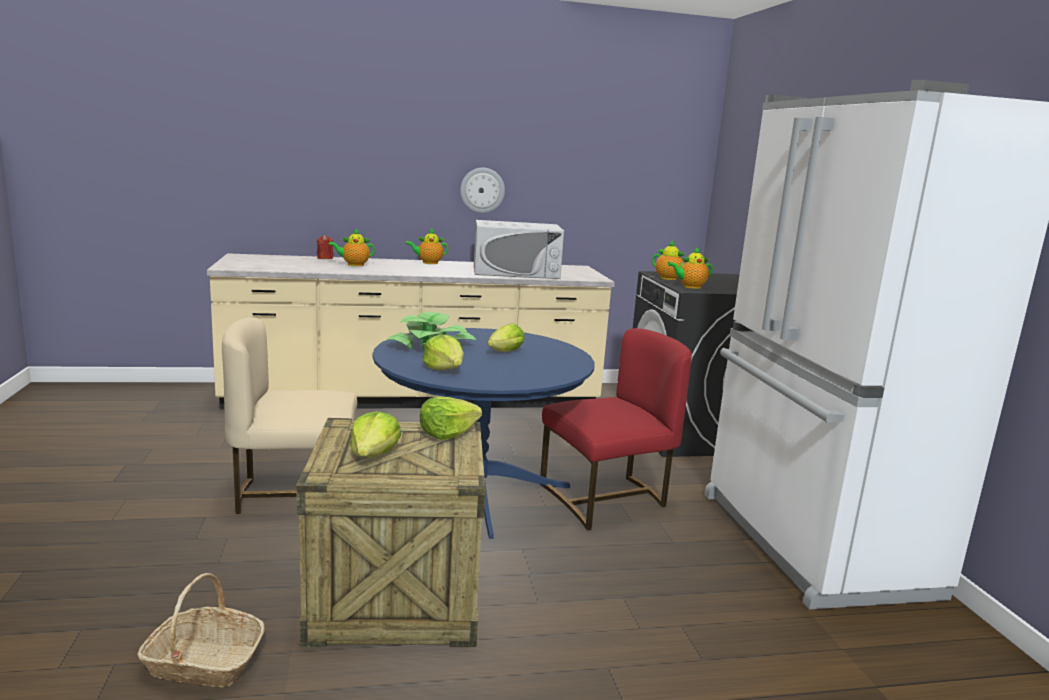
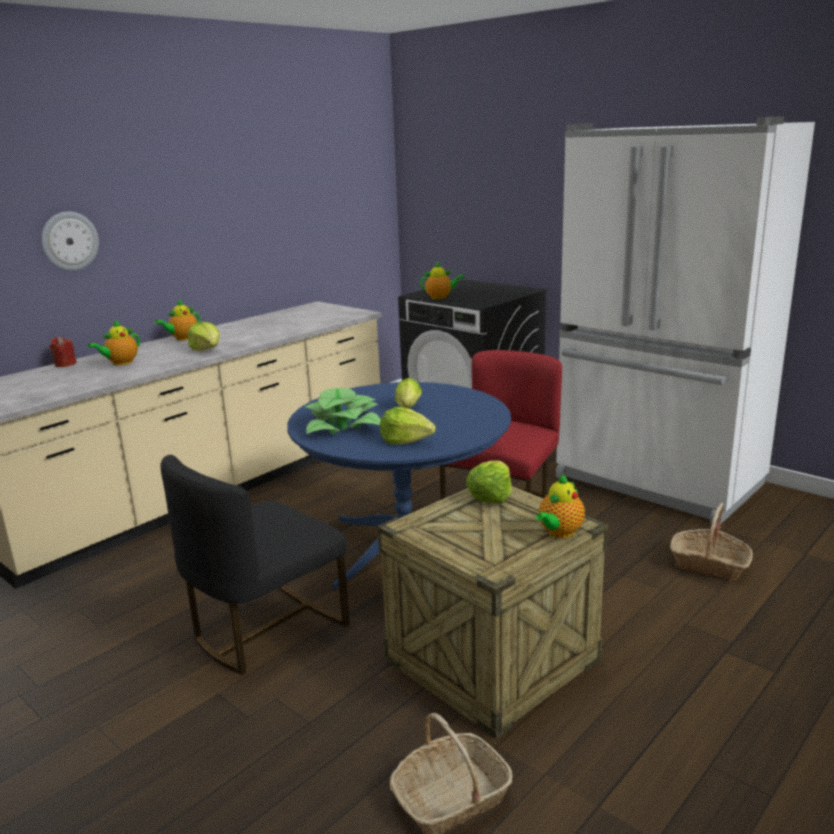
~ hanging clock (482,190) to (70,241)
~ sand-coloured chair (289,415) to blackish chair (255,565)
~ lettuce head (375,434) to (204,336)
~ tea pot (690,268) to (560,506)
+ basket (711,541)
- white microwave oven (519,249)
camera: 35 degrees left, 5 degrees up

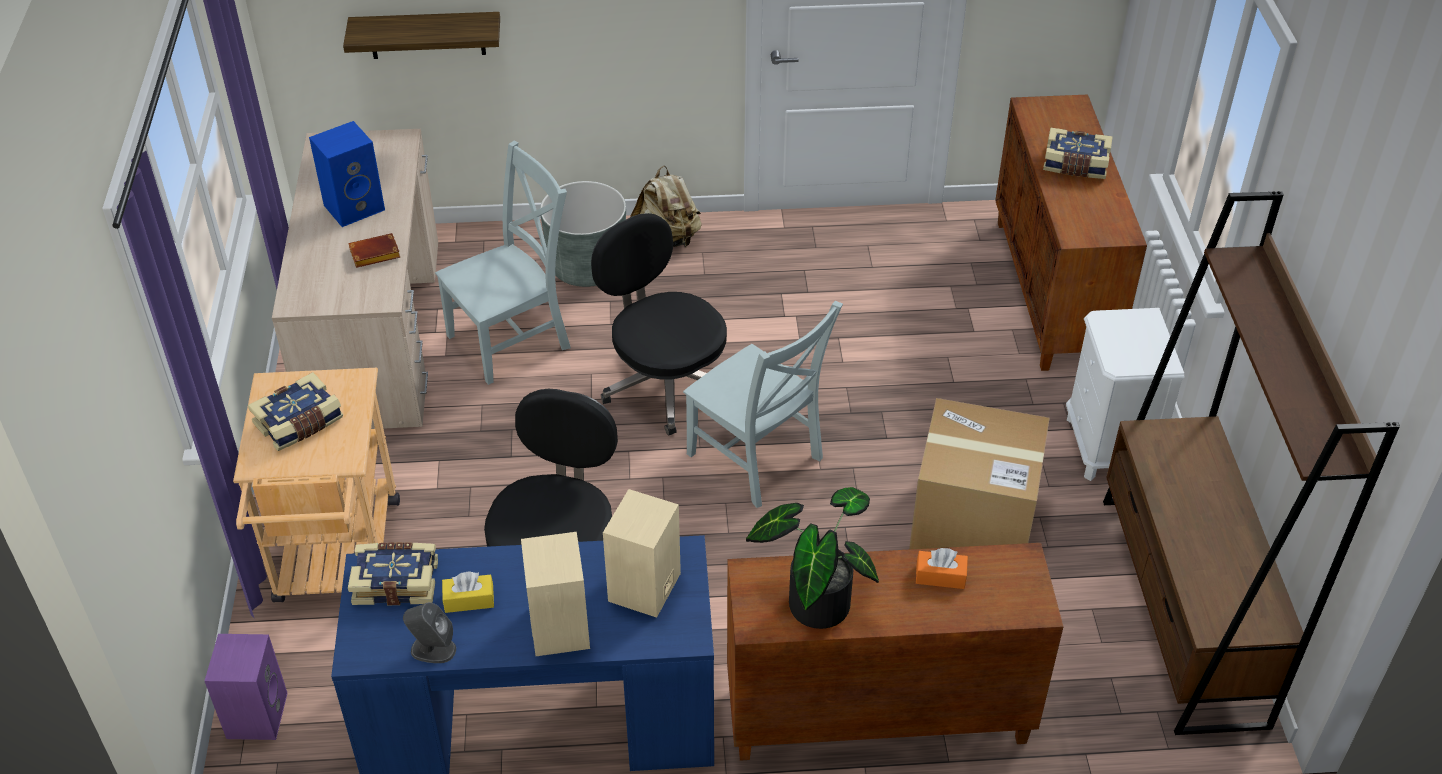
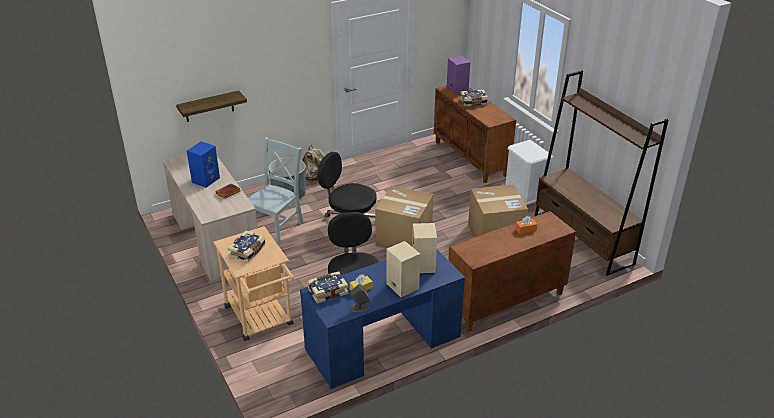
~ gray chair (763,404) to packing box (404,217)
~ purple speaker (246,687) to (458,75)
- plant in a pot (812,558)
camera: 25 degrees left, 10 degrees down

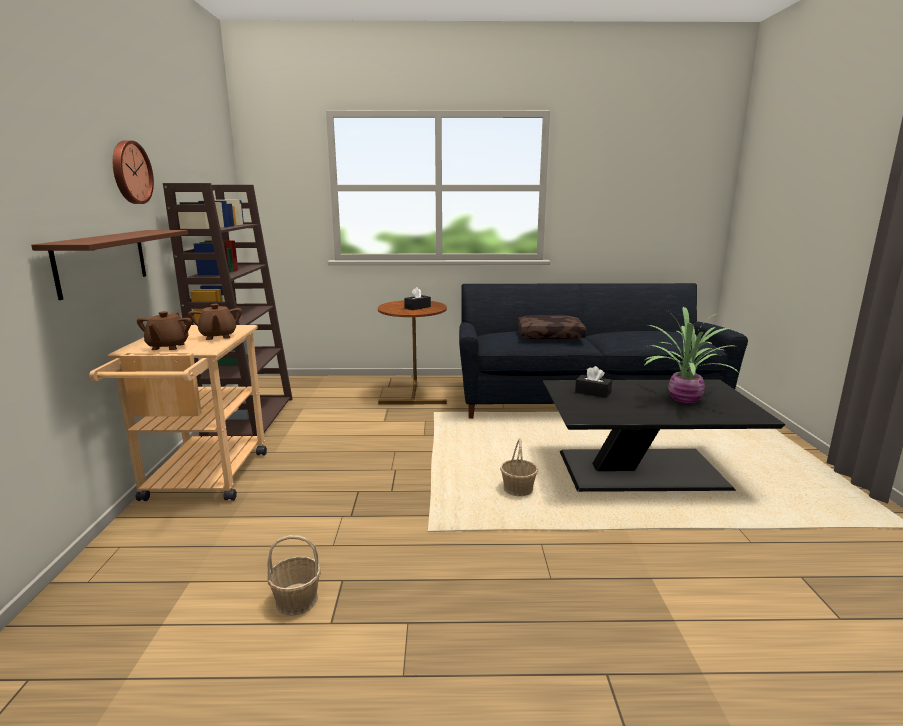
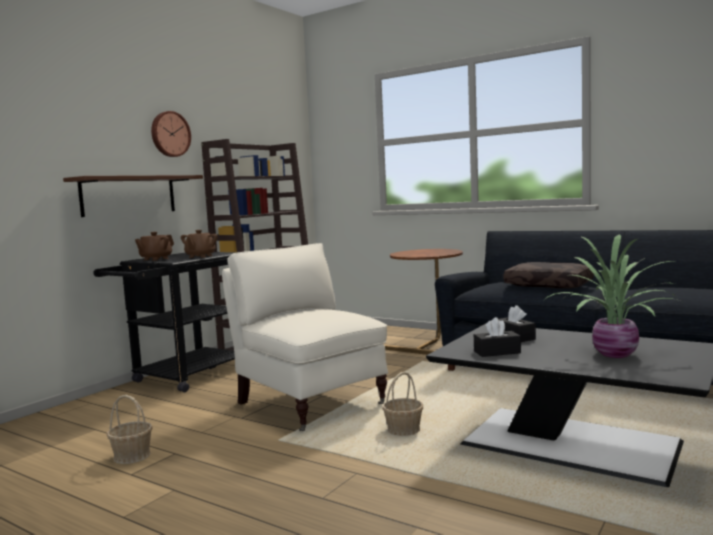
~ sand-coloured cart (178,413) to blackish cart (165,322)
+ sand-coloured easy chair (305,337)
~ blackish tissue box (417,298) to (497,337)
camera: 35 degrees right, 10 degrees down

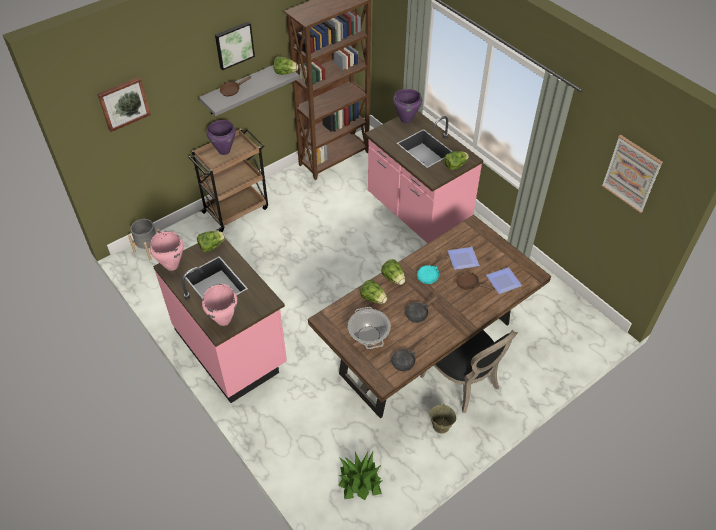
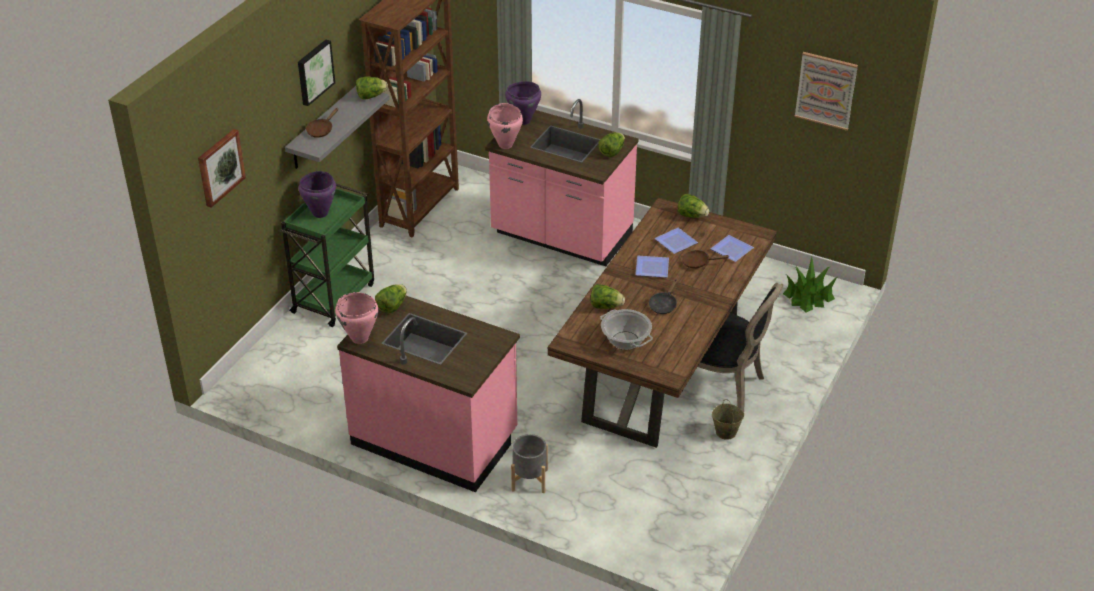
~ brown-coloured cart (228,180) to green cart (327,255)
~ pink-coloured stockpot (220,305) to (505,126)
~ gray flower pot (144,239) to (529,463)
~ blue-green skillet (432,270) to flat dish (652,267)
~ lettuce head (393,272) to (693,205)
~ plant in a pot (360,476) to (810,285)
- blackish skillet (409,356)
camera: 25 degrees left, 10 degrees down

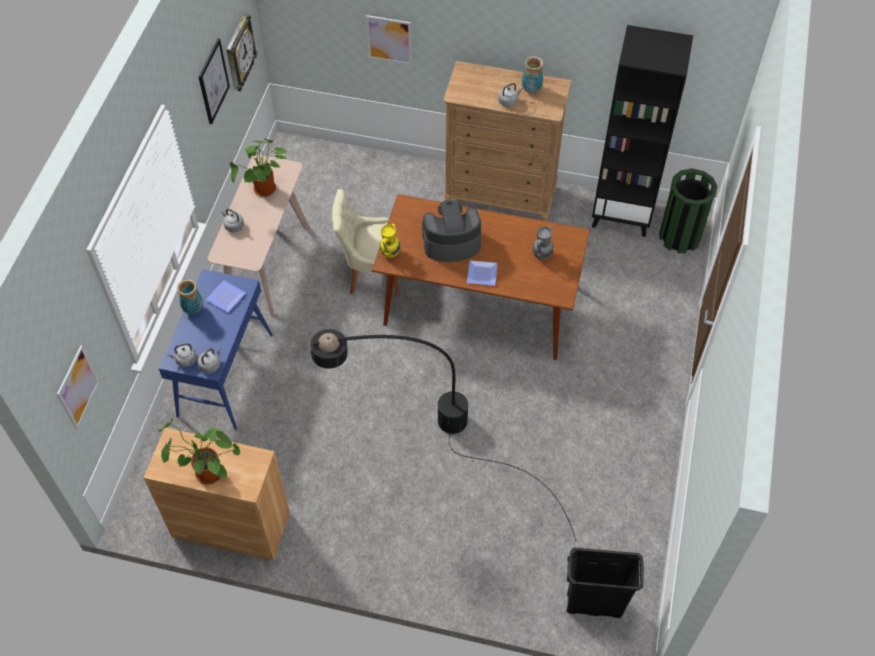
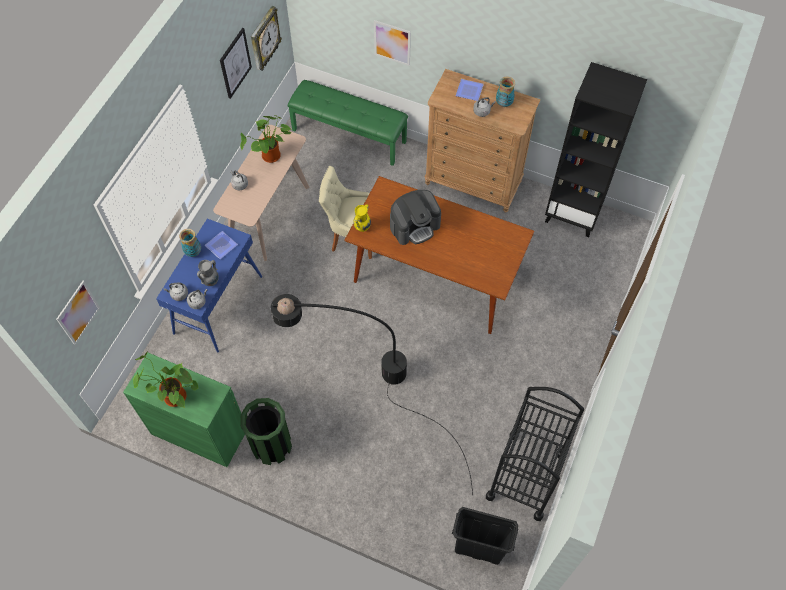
~ brown-coloured storage cabinet (217,494) to green storage cabinet (184,410)
~ gray vase (543,243) to (208,273)
~ green rubbish bin (688,211) to (266,431)
+ green indoor bench (348,123)
~ coffee machine (451,231) = (415,217) 150 degrees clockwise
~ flat dish (482,273) to (470,90)
+ blackish cart (535,454)
camera: 10 degrees right, 5 degrees up

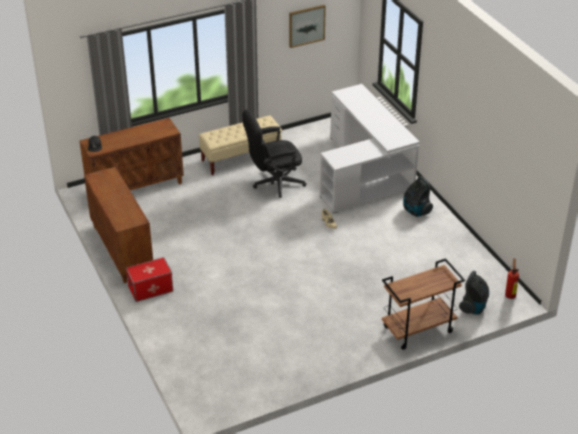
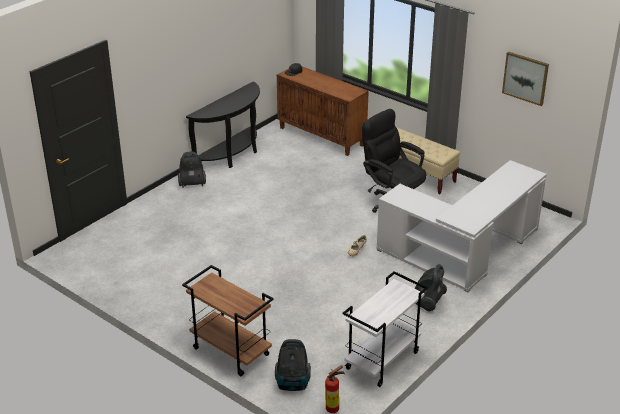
~ storage bin (149,279) to vacuum cleaner (192,169)
~ brown-coloured storage cabinet (118,225) to blackish narrow table (223,125)
+ white cart (385,329)
camera: 65 degrees right, 5 degrees down

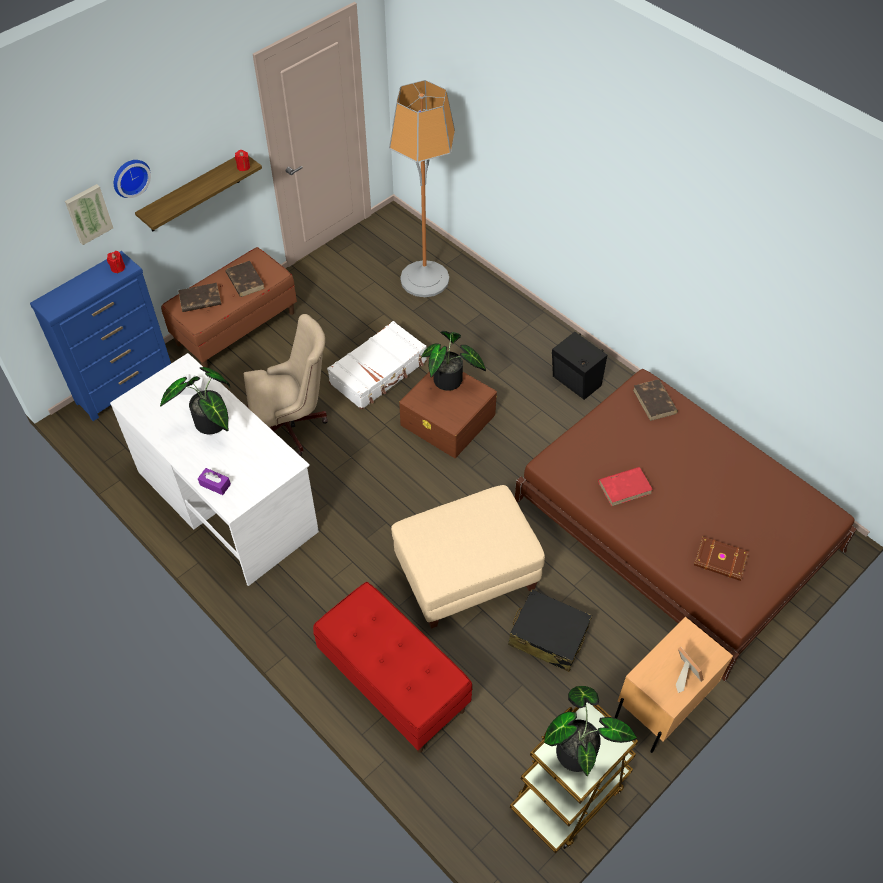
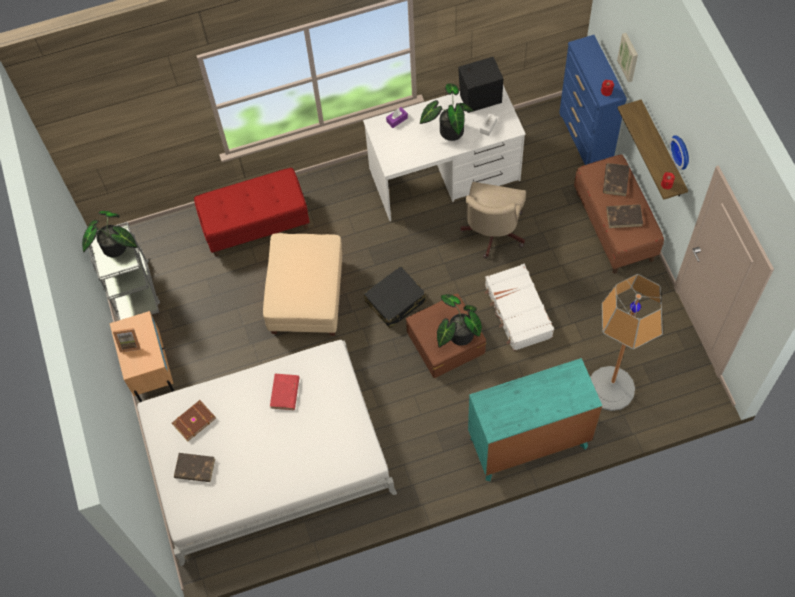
~ brown-coloured cart (574,778) to gray cart (124,271)
~ brown-coloured bedroom bed (685,525) to white bedroom bed (267,453)
~ brown-coloured book (655,400) to (194,467)
~ blackish travel case (550,630) to (395,297)
~ blackish speaker (579,366) to (480,85)
+ blue-green chest of drawers (535,419)
~ hanging clock (132,179) to (679,152)
camera: 120 degrees right, 10 degrees up

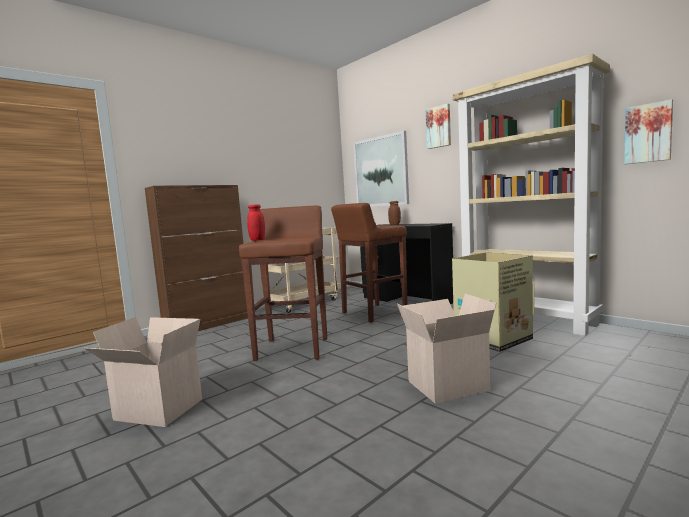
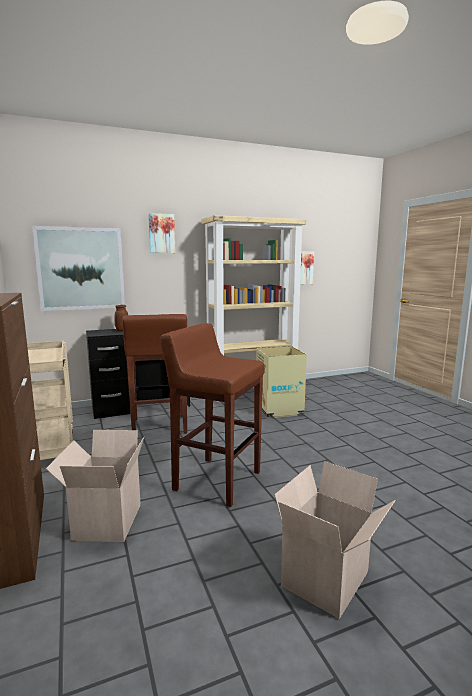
~ packing box (446,349) to (95,486)
- reddish jar (256,222)
camera: 70 degrees left, 5 degrees up

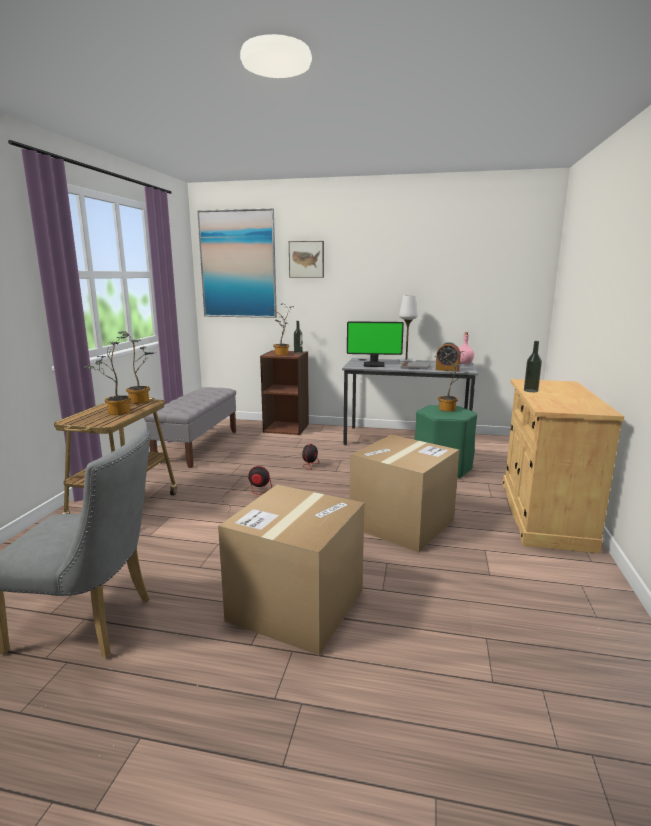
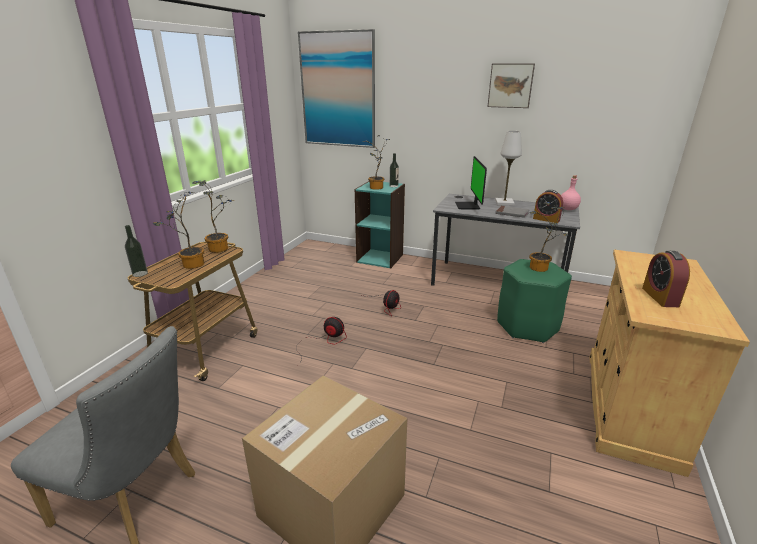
~ drink bottle (533,366) to (136,251)
~ brown-coloured bookcase (284,392) to blue-green bookcase (380,224)
~ computer screen (375,344) = (471,182) 75 degrees clockwise
~ picture (306,259) to (511,86)
+ table clock (666,279)
- gray indoor bench (190,427)
- packing box (404,494)
camera: 10 degrees right, 10 degrees up

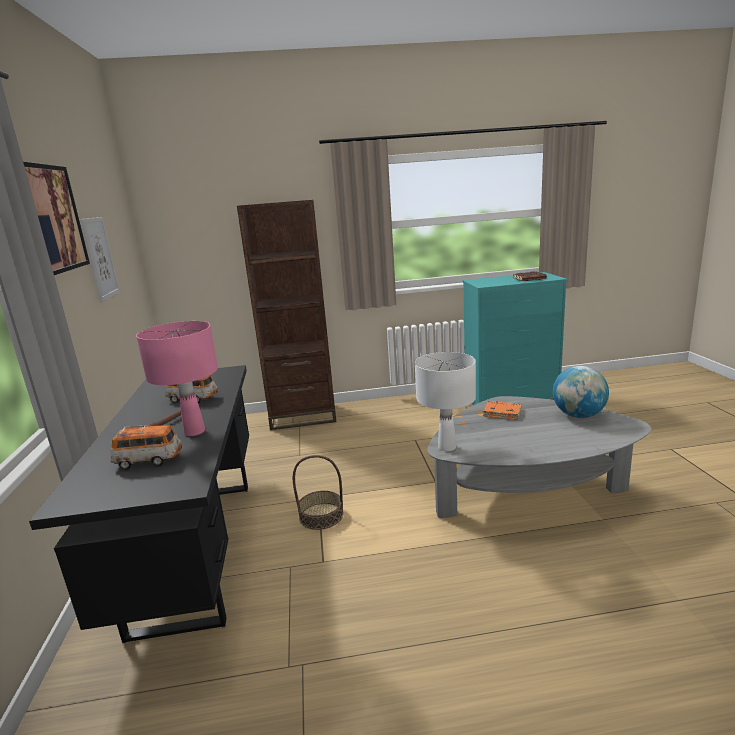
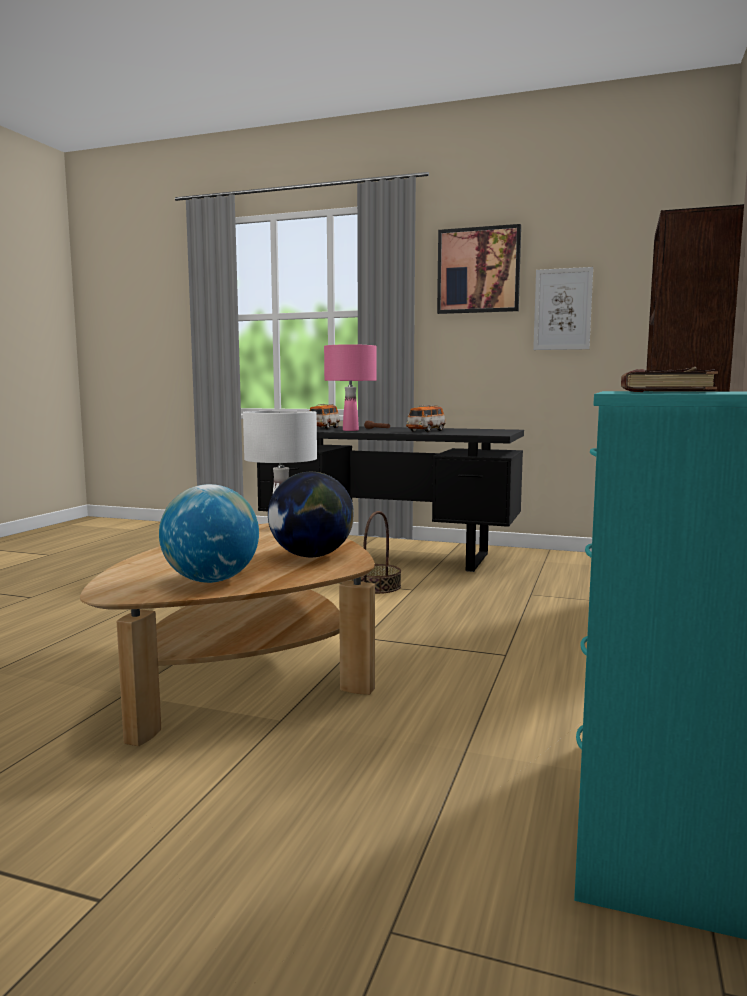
~ gray low table (539,457) to brown-coloured low table (227,634)
~ orange book (502,410) to globe (311,514)
camera: 115 degrees right, 10 degrees down

